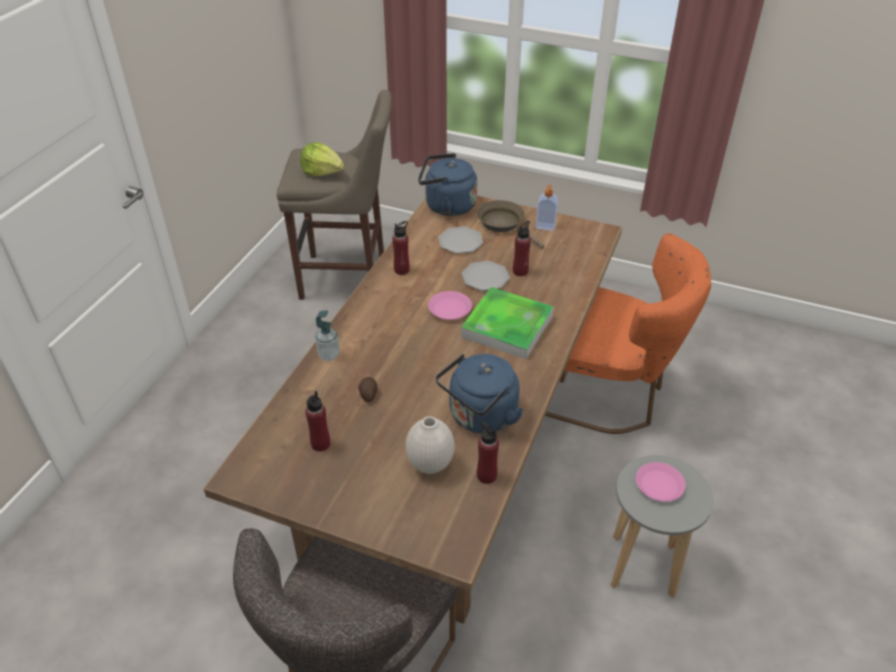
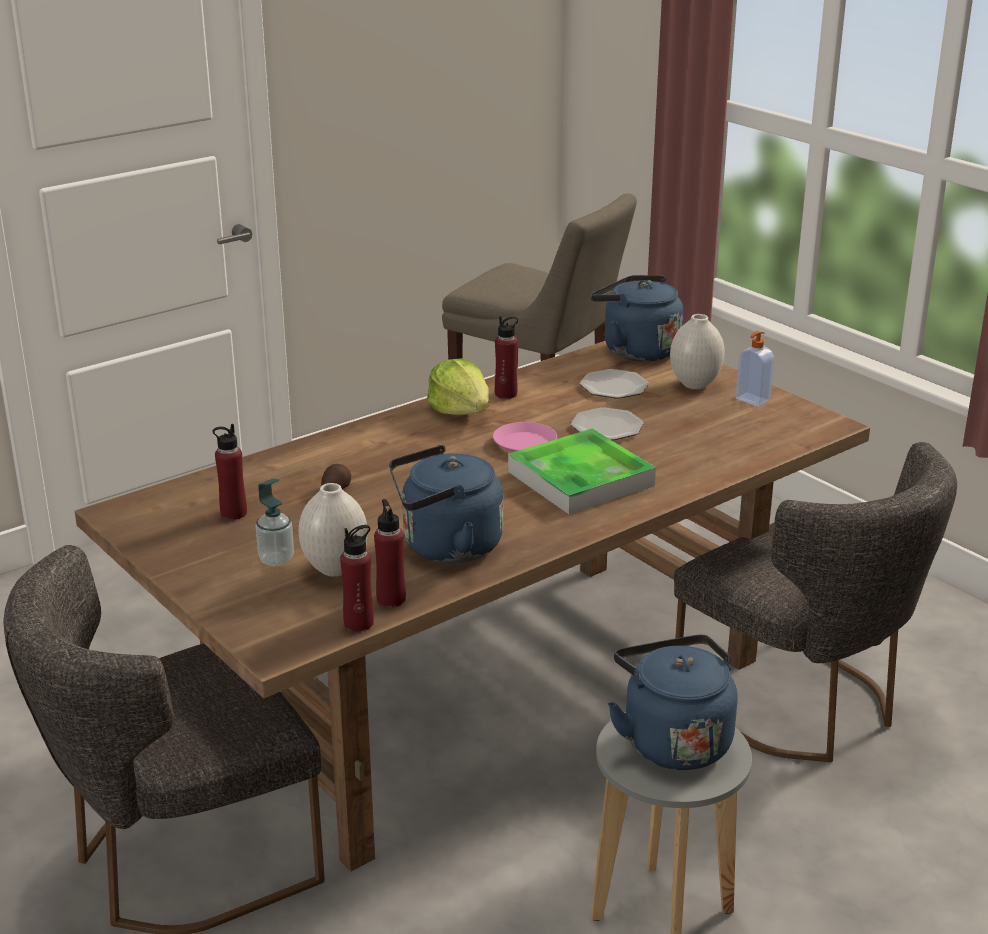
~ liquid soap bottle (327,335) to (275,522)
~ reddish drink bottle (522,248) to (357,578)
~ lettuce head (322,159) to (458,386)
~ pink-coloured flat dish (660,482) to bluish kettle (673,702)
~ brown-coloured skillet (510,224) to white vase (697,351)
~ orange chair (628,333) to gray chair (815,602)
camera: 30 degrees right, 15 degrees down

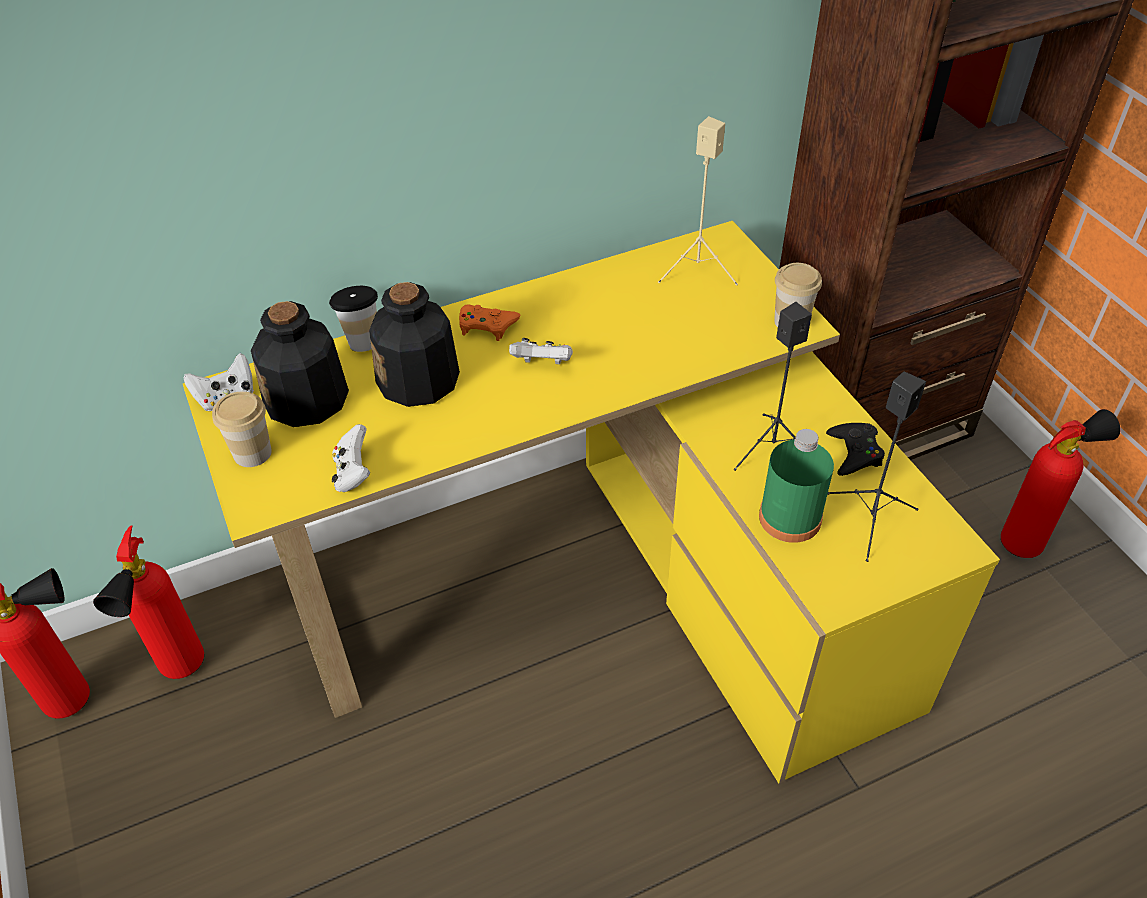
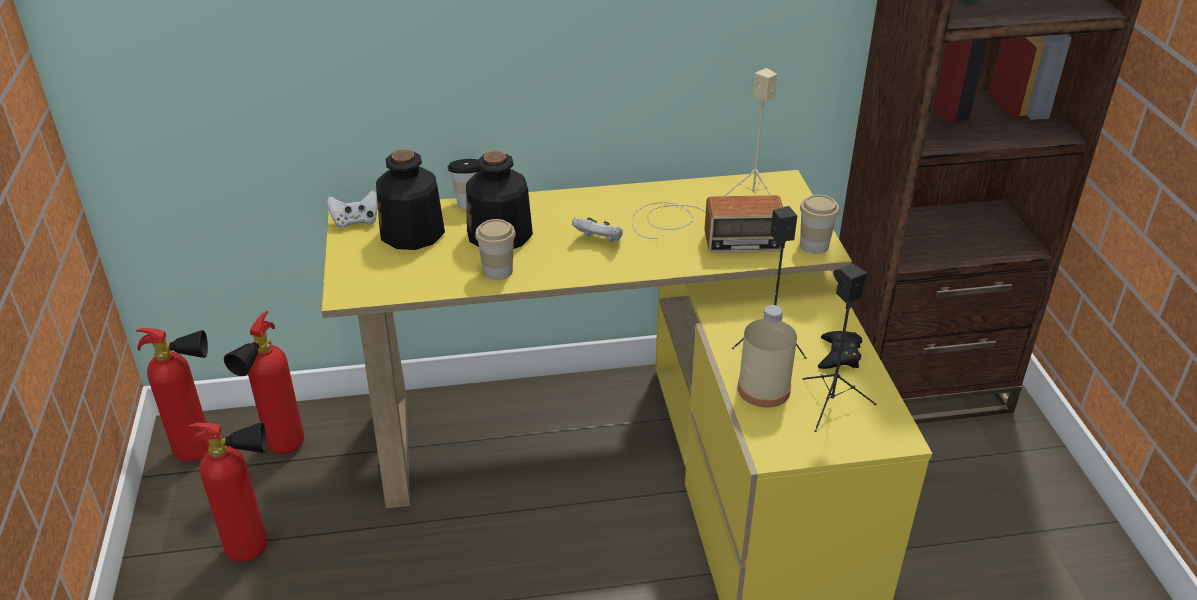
~ fire-fighting cylinder (1061,483) to (227,492)
~ small cup (242,429) to (495,249)
+ radio (707,224)
~ green drink bottle (796,486) to sand-coloured drink bottle (767,356)
- white gamepad (351,458)
- orange gamepad (489,322)
camera: 15 degrees right, 10 degrees down

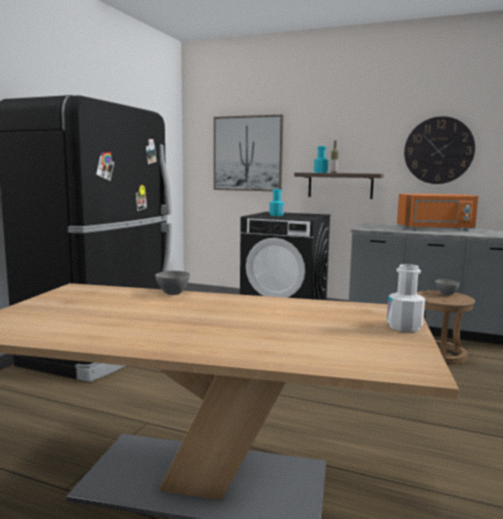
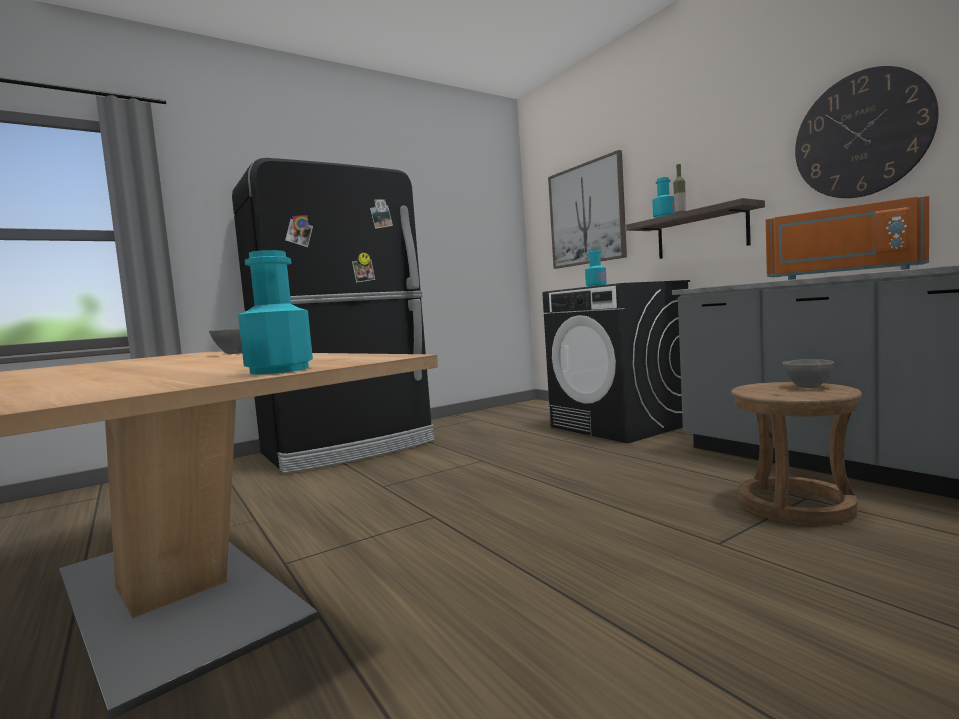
~ white drink bottle (406,298) to blue-green drink bottle (275,312)
camera: 35 degrees right, 5 degrees down

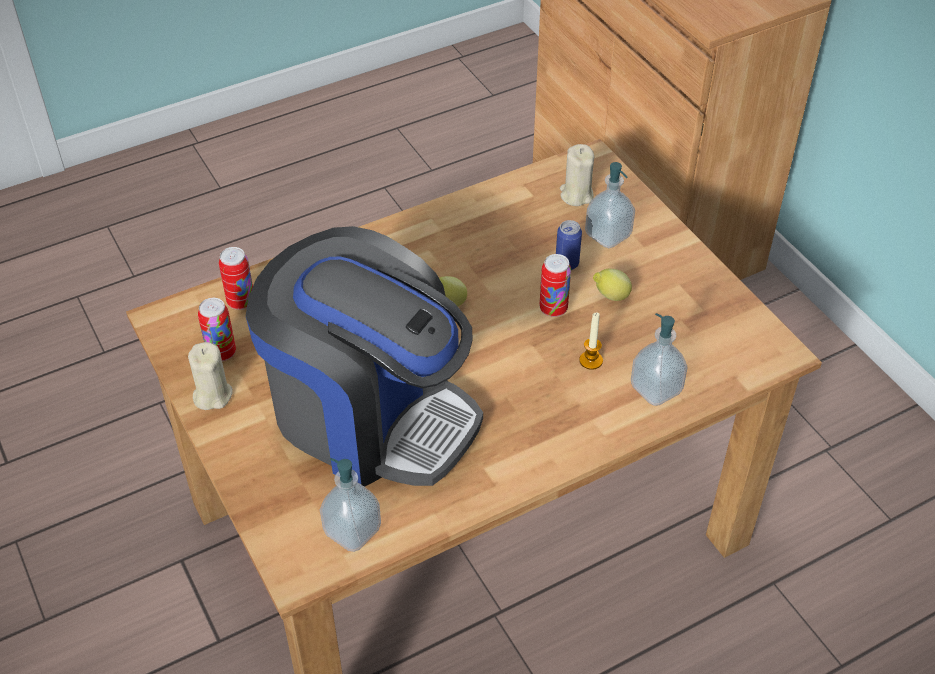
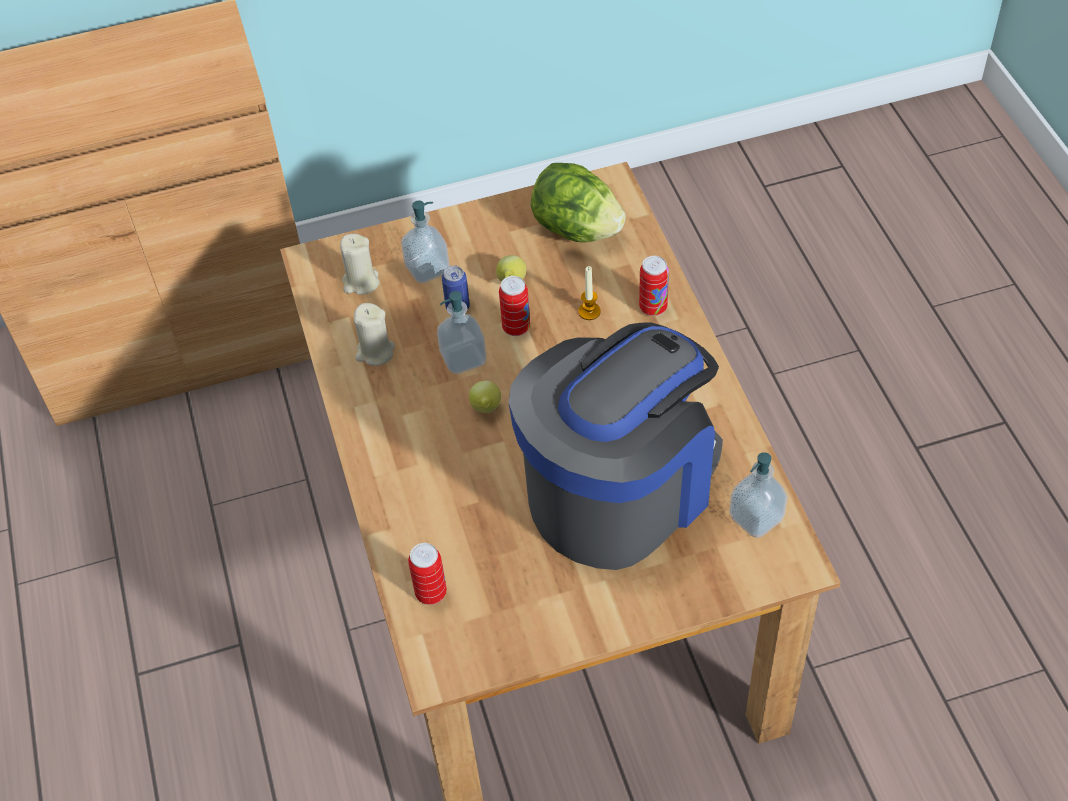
~ sand-coloured candle (210,376) to (374,334)
~ liquid soap bottle (659,359) to (461,332)
+ lettuce head (578,203)
~ sealed can (217,329) to (654,286)
camera: 75 degrees left, 5 degrees up

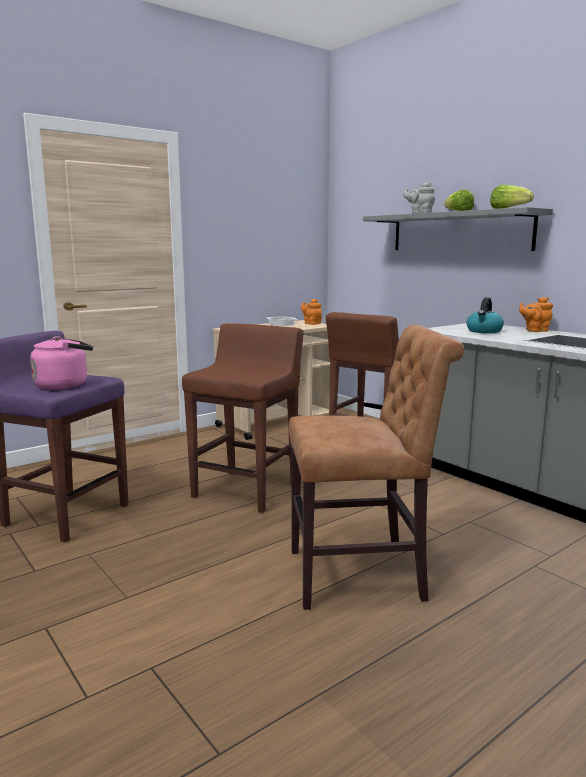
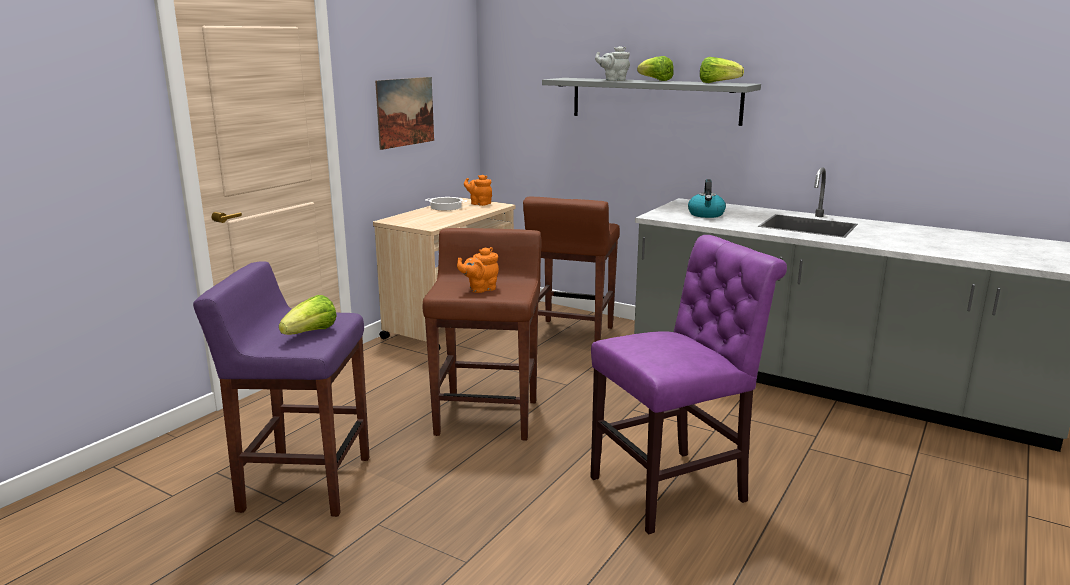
~ pink-coloured kettle (61,363) to lettuce head (308,315)
+ picture (404,113)
~ orange tea pot (536,314) to (478,270)
~ brown-coloured chair (376,467) to purple chair (688,384)
camera: 20 degrees left, 5 degrees up

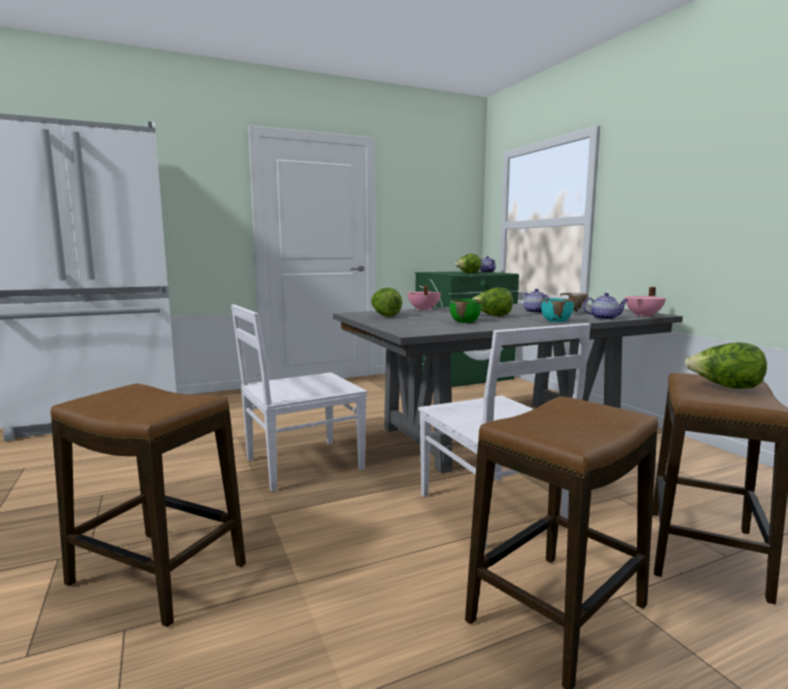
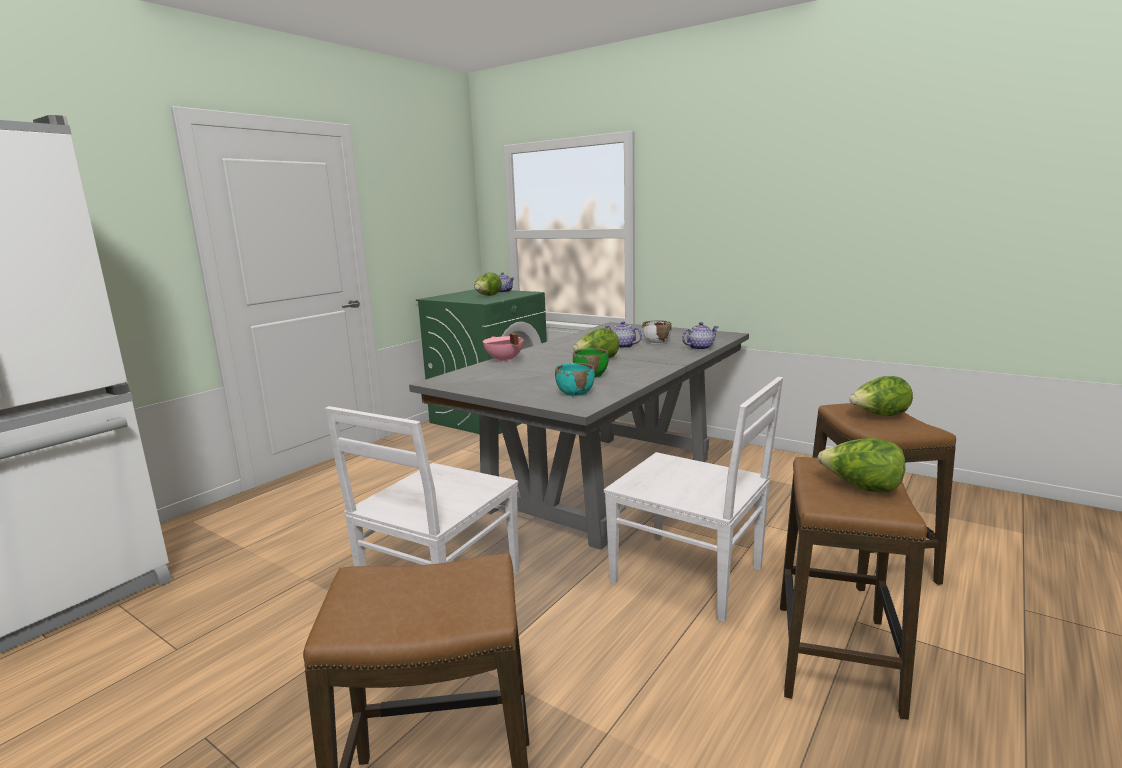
~ blue-green serving bowl (557,310) to (575,379)
~ lettuce head (386,302) to (861,465)
- pink-coloured stockpot (645,302)
camera: 30 degrees left, 5 degrees up

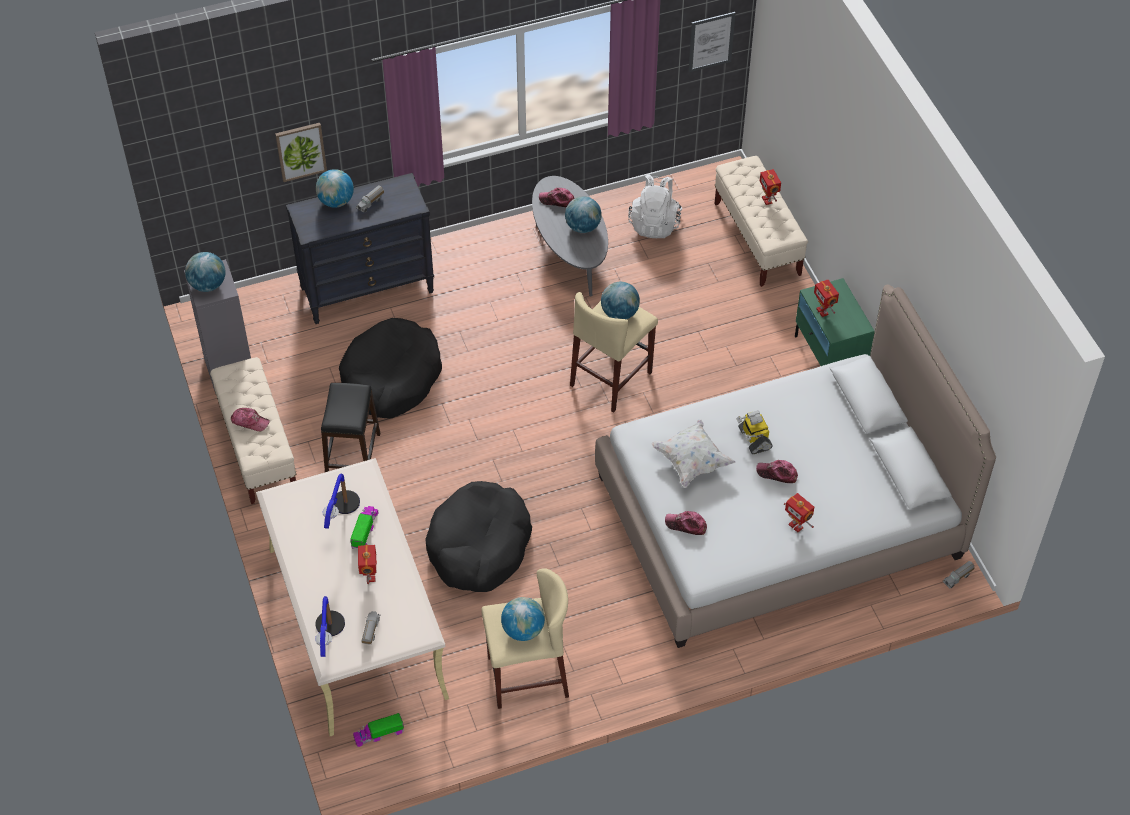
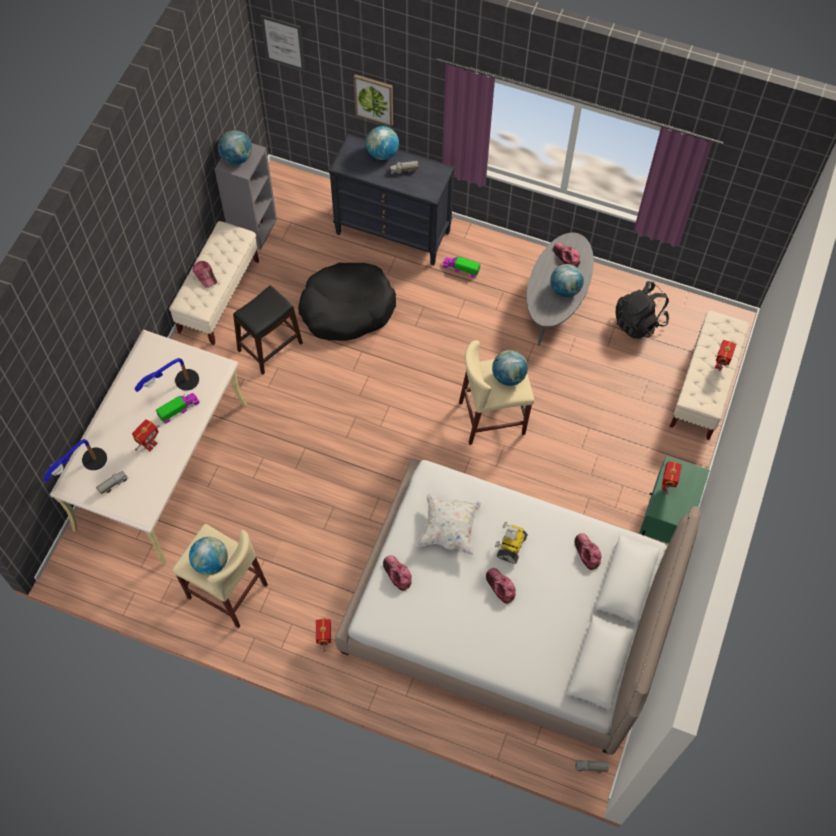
~ picture (711,42) to (282,43)
~ toy robot (799,512) to (323,635)
~ toy lorry (378,730) to (461,267)
+ peaked cap (587,551)
~ white backpack (655,206) to blackish backpack (642,310)
- blackish dog cushion (478,536)
camera: 40 degrees right, 10 degrees up

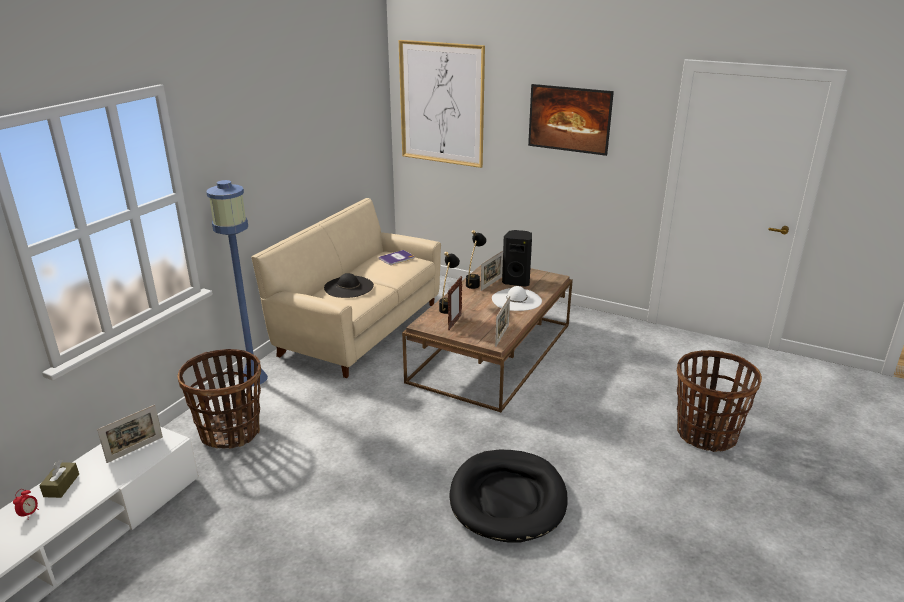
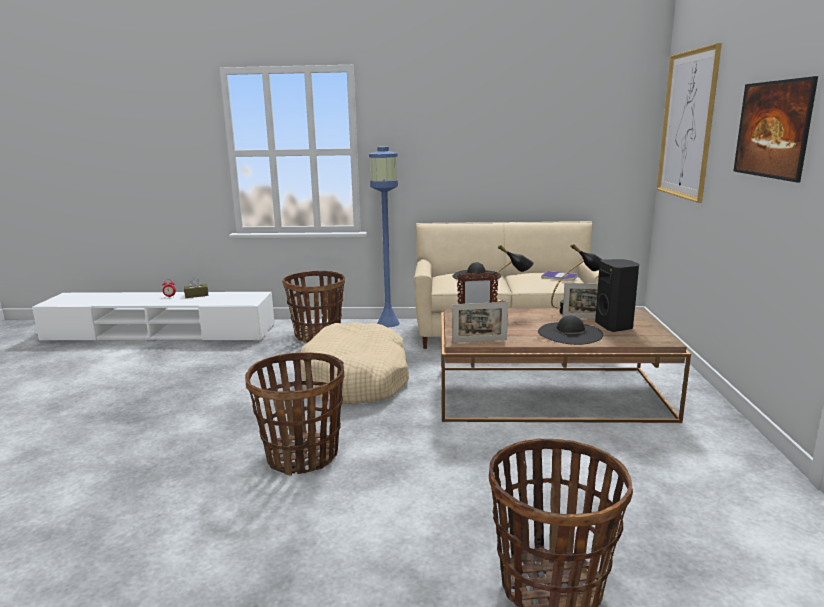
~ blackish dog cushion (509,496) to basket (294,414)
+ sand-coloured dog cushion (354,363)
~ white clothing hat (517,298) to blackish clothing hat (570,330)
- photo frame (130,434)
camera: 65 degrees right, 10 degrees down

